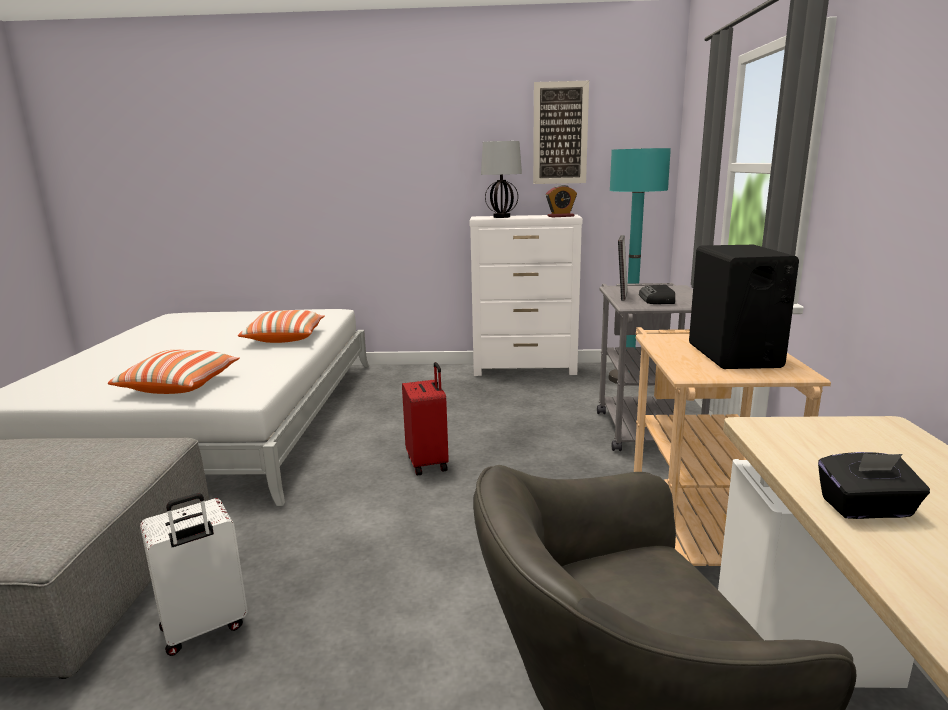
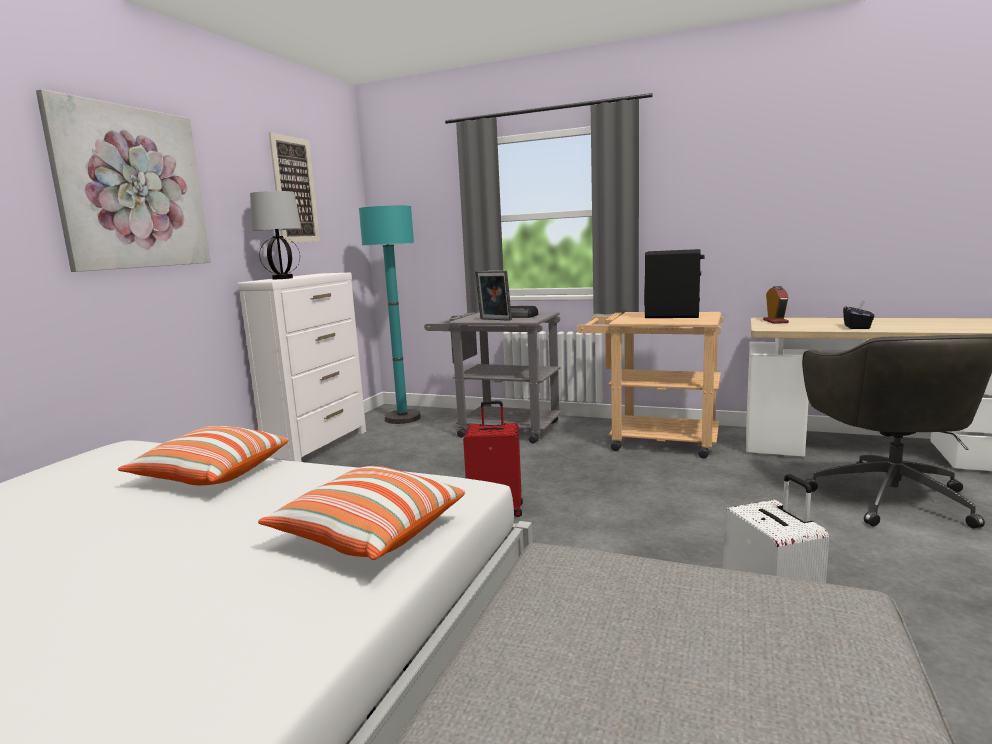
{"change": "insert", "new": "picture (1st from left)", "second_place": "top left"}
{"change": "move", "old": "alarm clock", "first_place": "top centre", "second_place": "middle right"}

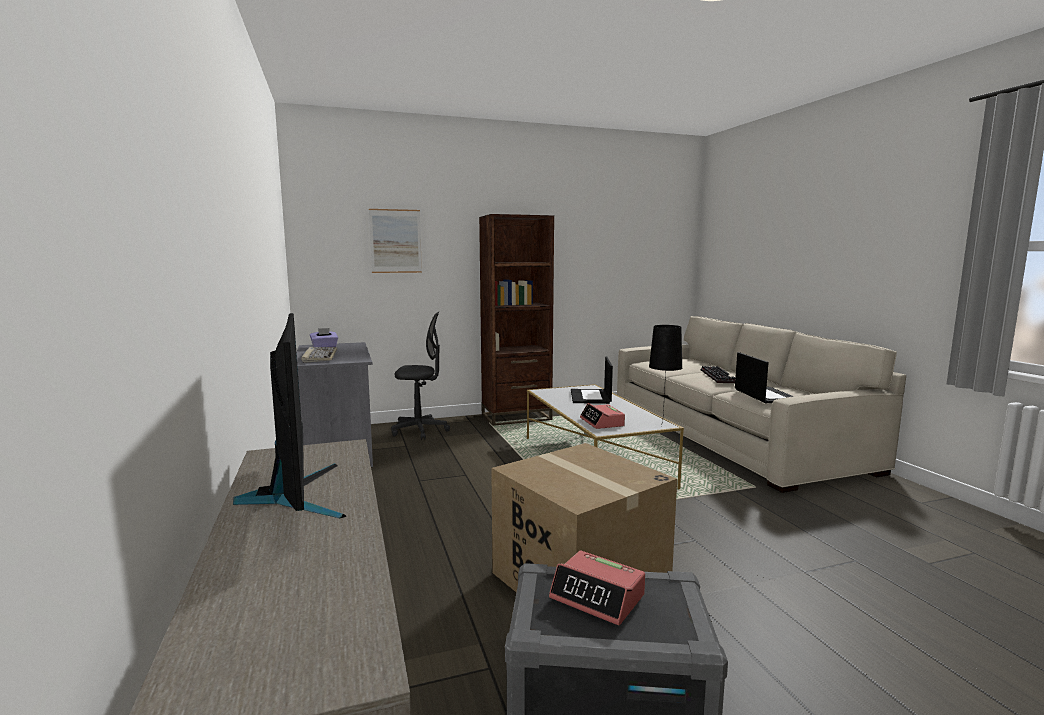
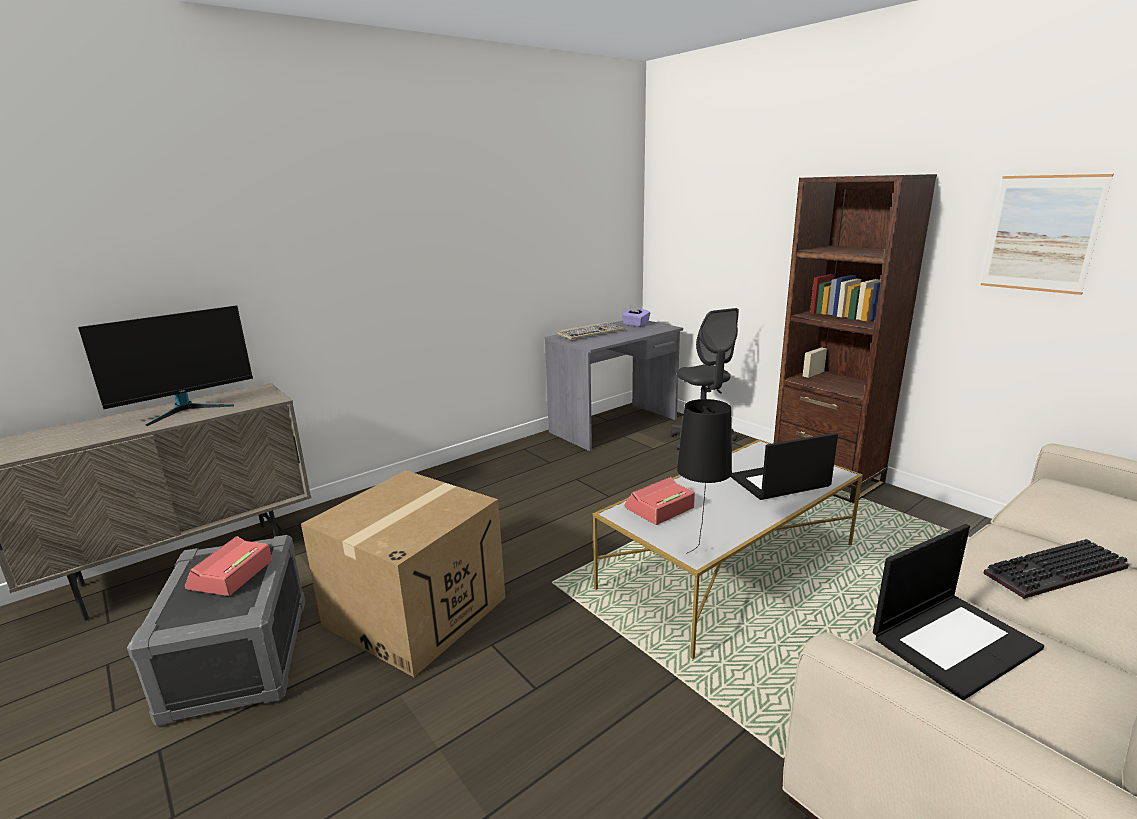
{"change": "move", "old": "picture", "first_place": "centre", "second_place": "top right"}

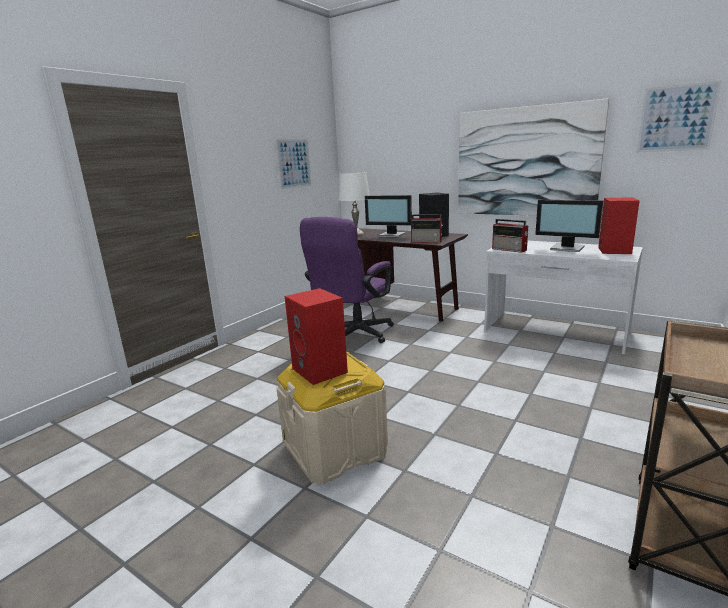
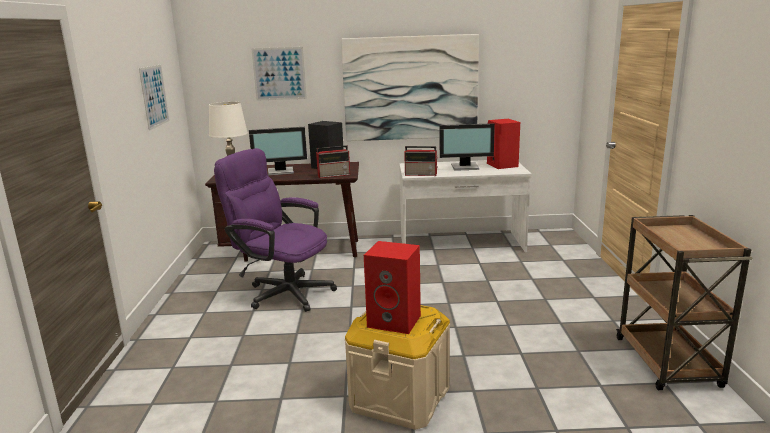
{"change": "move", "old": "picture (3rd from left in the first image)", "new": "picture (2nd from left)", "first_place": "top right", "second_place": "top centre"}
{"change": "rotate", "old": "office chair in purple", "first_place": "centre", "second_place": "centre", "degrees": 120}

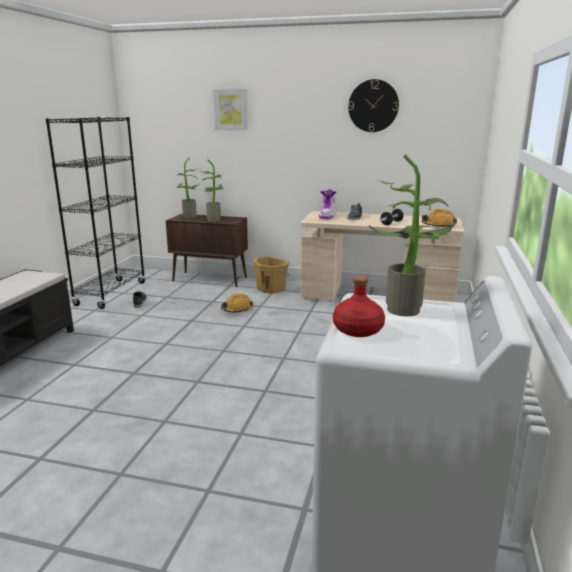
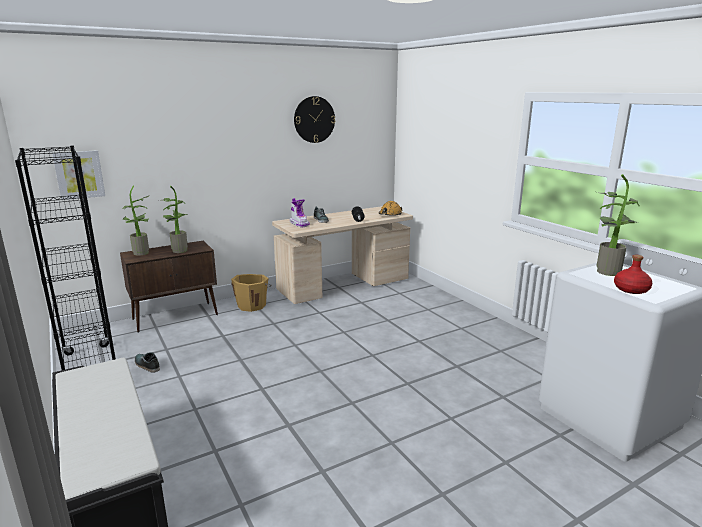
{"change": "delete", "old": "hard hat in orange (1st from left)", "first_place": "centre"}
{"change": "move", "old": "picture", "first_place": "top centre", "second_place": "top left"}

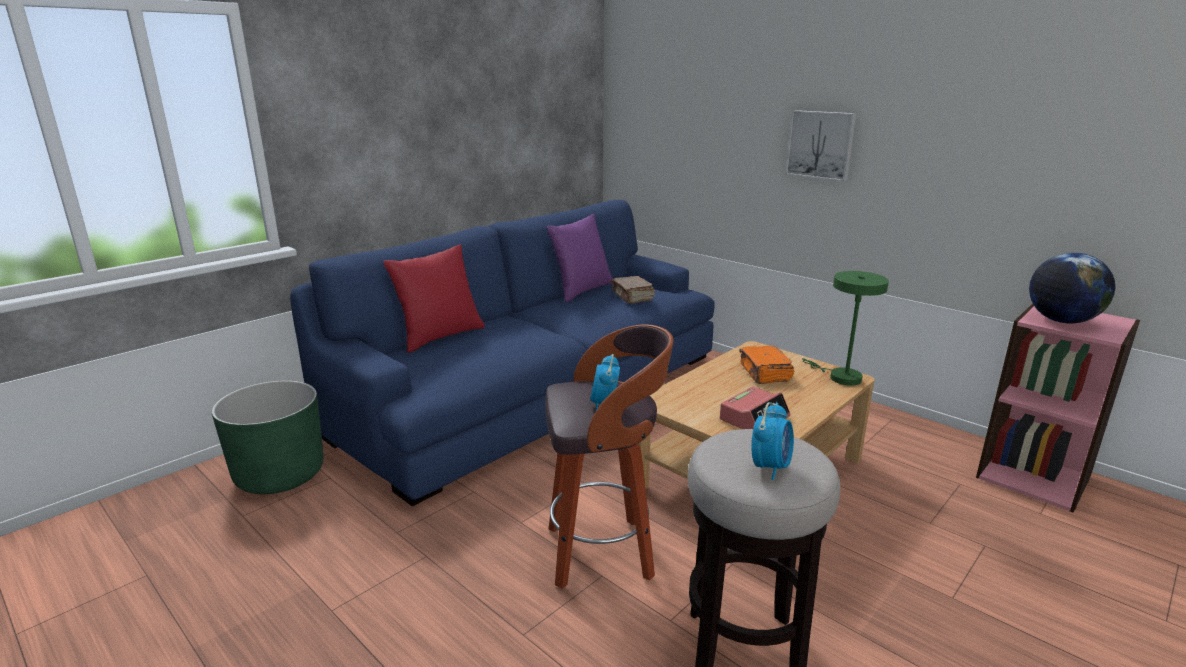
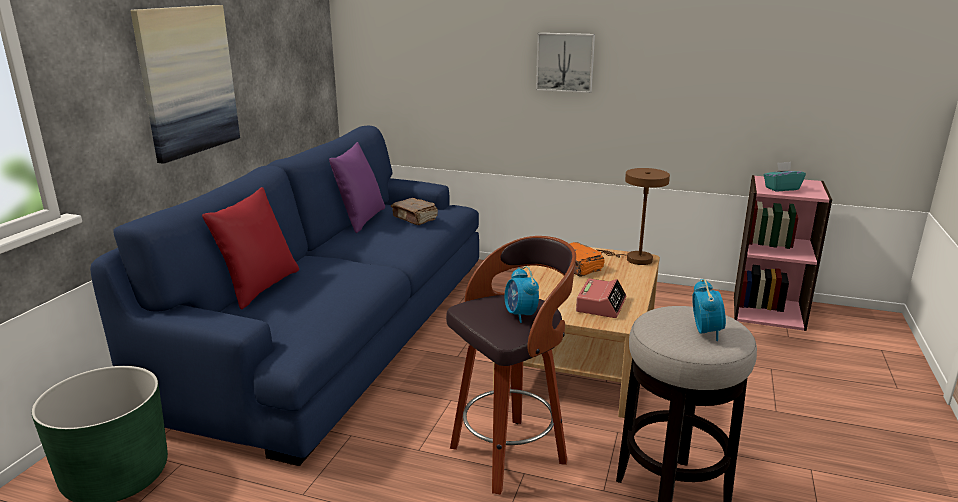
{"change": "insert", "new": "picture (1st from left)", "second_place": "top left"}
{"change": "replace", "old": "globe", "new": "tissue box in turquoise", "first_place": "middle right", "second_place": "middle right"}
{"change": "recolor", "old": "table lamp in green", "new": "table lamp in brown", "first_place": "middle right", "second_place": "centre"}

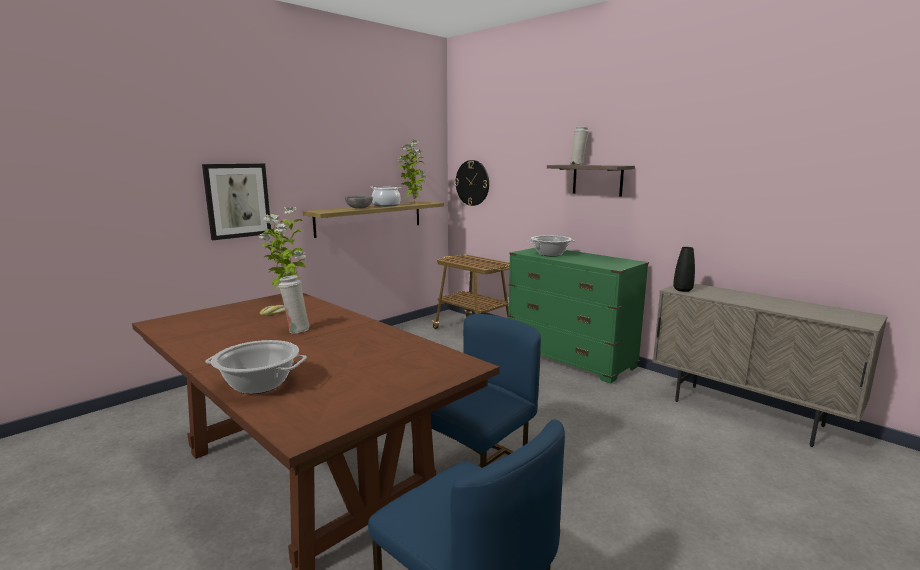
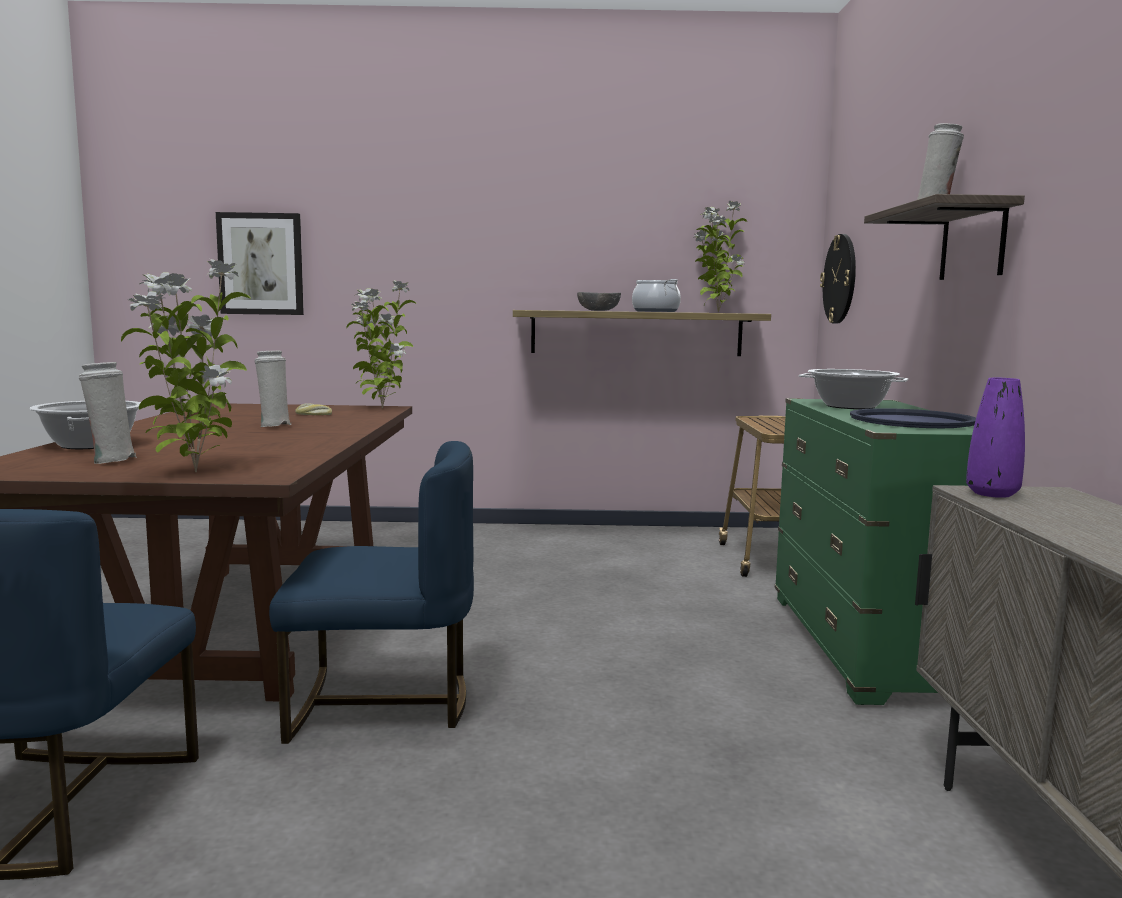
{"change": "insert", "new": "vase in white (1st from left)", "second_place": "middle left"}
{"change": "insert", "new": "potted plant (1st from left)", "second_place": "middle left"}
{"change": "insert", "new": "tray in blue", "second_place": "middle right"}
{"change": "move", "old": "picture", "first_place": "middle left", "second_place": "top left"}
{"change": "recolor", "old": "vase in black", "new": "vase in purple", "first_place": "middle right", "second_place": "middle right"}

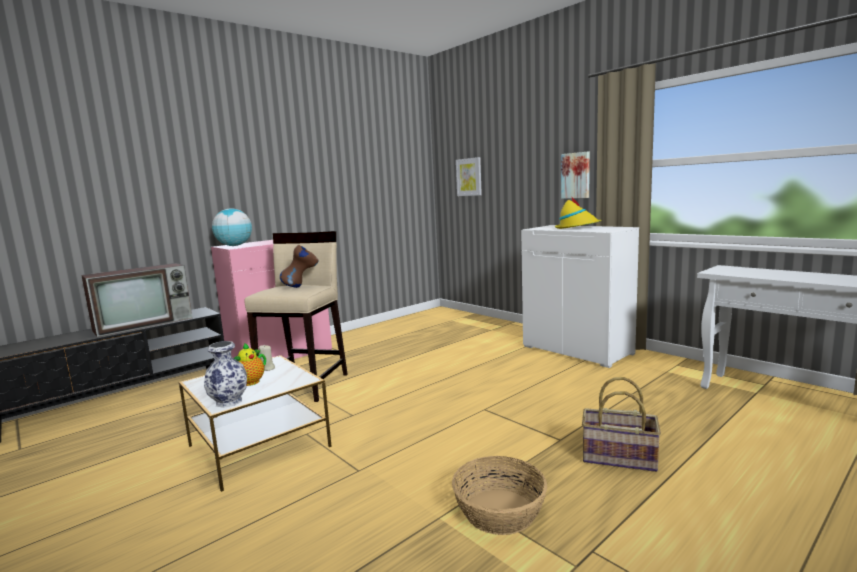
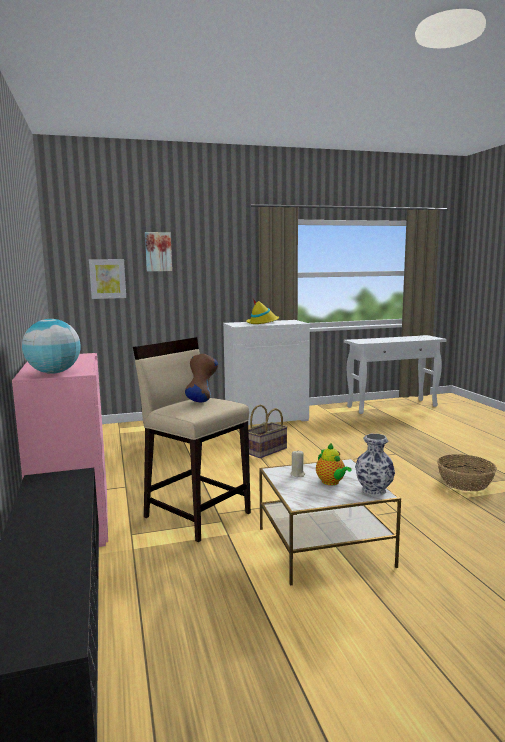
{"change": "delete", "old": "television", "first_place": "middle left"}
{"change": "move", "old": "picture (2nd from left)", "first_place": "top right", "second_place": "middle left"}
{"change": "move", "old": "basket (2nd from left in the first image)", "new": "basket (1st from left)", "first_place": "bottom right", "second_place": "centre"}

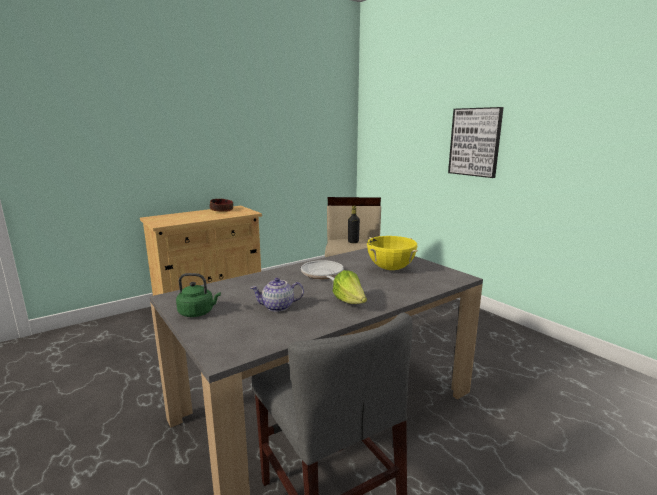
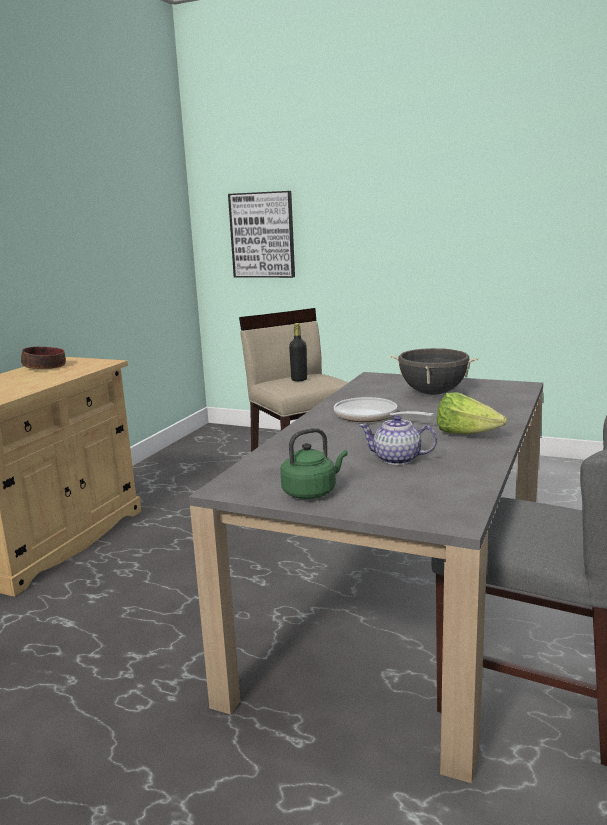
{"change": "move", "old": "picture", "first_place": "top right", "second_place": "top centre"}
{"change": "recolor", "old": "cooking pot in yellow", "new": "cooking pot in black", "first_place": "centre", "second_place": "middle right"}
{"change": "rotate", "old": "teapot", "first_place": "centre", "second_place": "centre", "degrees": 60}

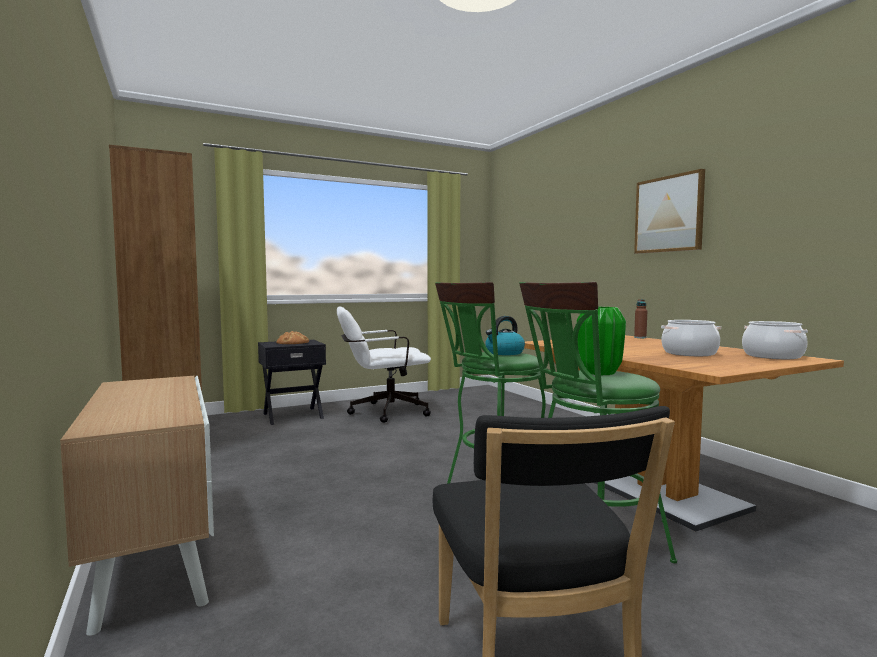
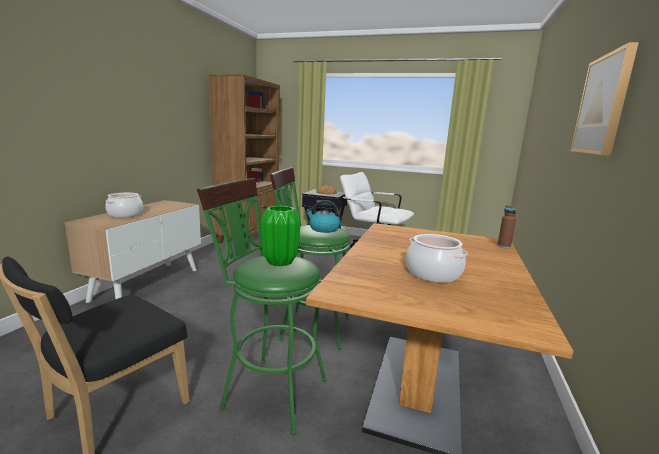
{"change": "move", "old": "cooking pot (2nd from left in the first image)", "new": "cooking pot (1st from left)", "first_place": "middle right", "second_place": "middle left"}

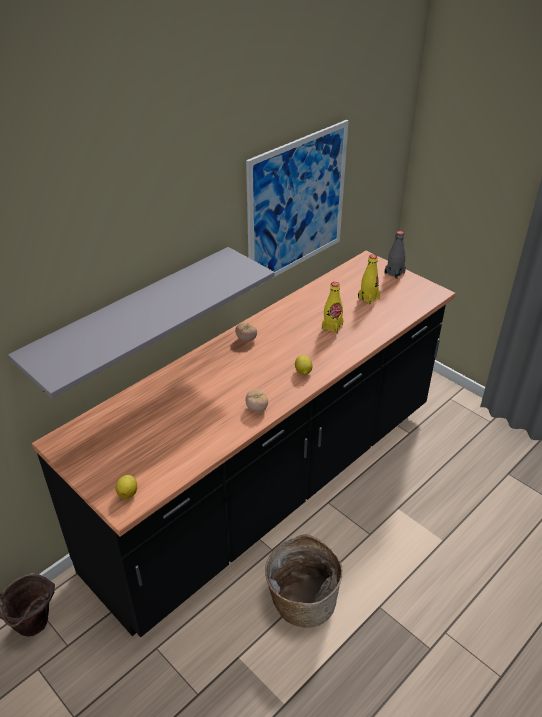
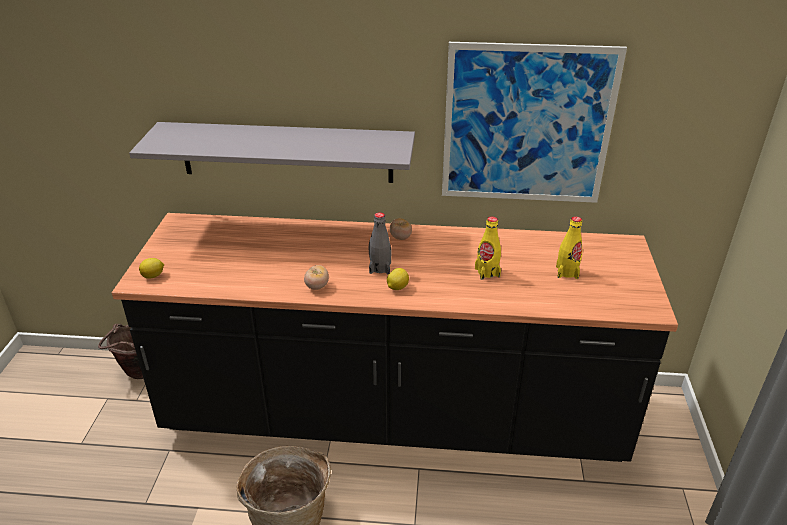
{"change": "move", "old": "bottle in grey", "first_place": "middle right", "second_place": "centre"}

